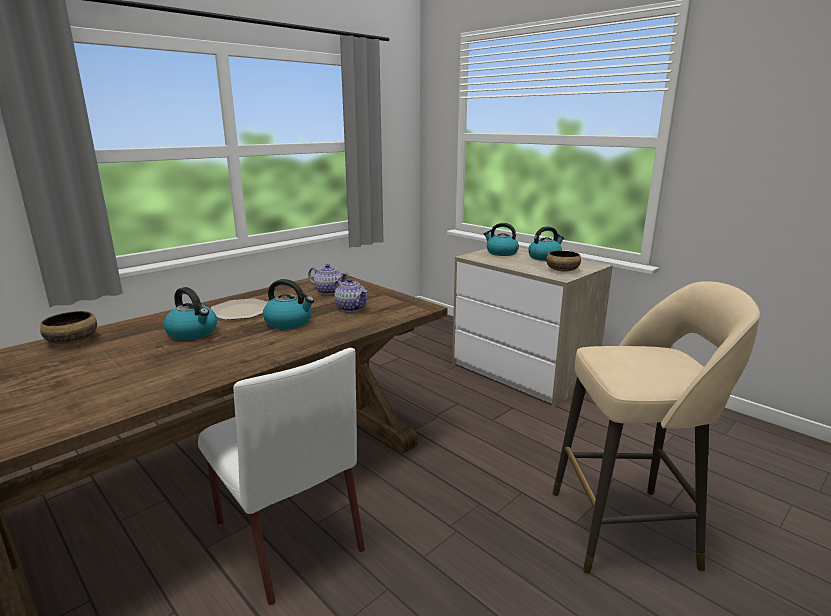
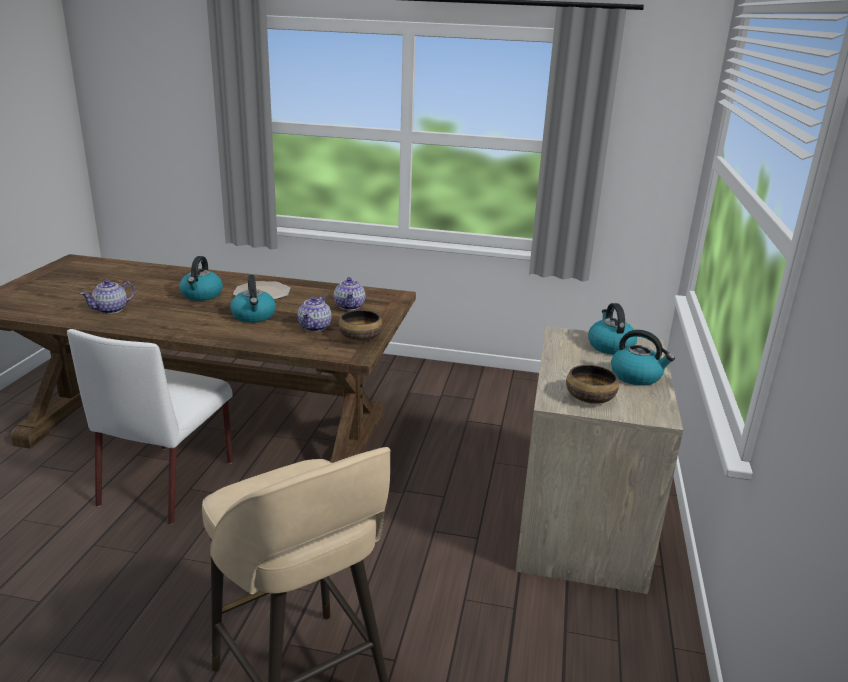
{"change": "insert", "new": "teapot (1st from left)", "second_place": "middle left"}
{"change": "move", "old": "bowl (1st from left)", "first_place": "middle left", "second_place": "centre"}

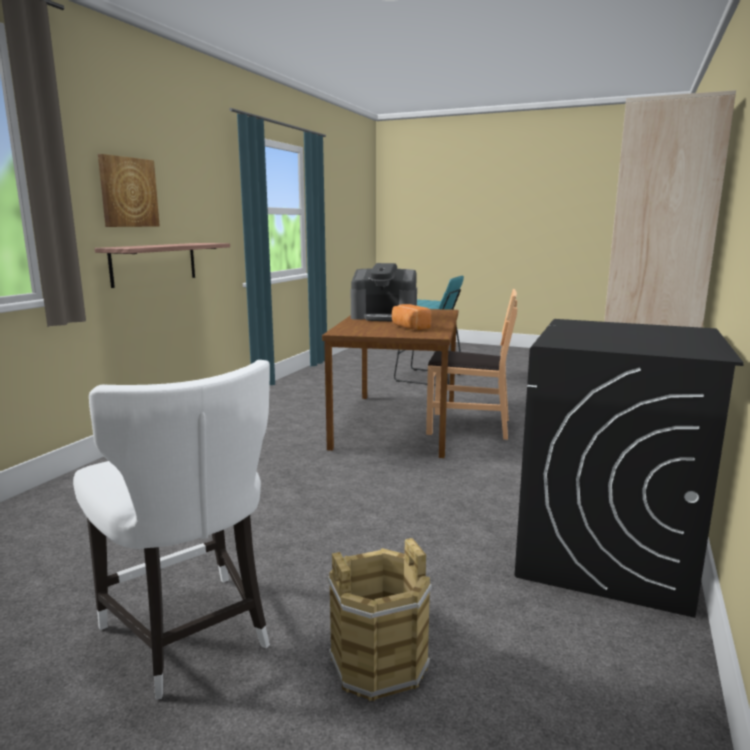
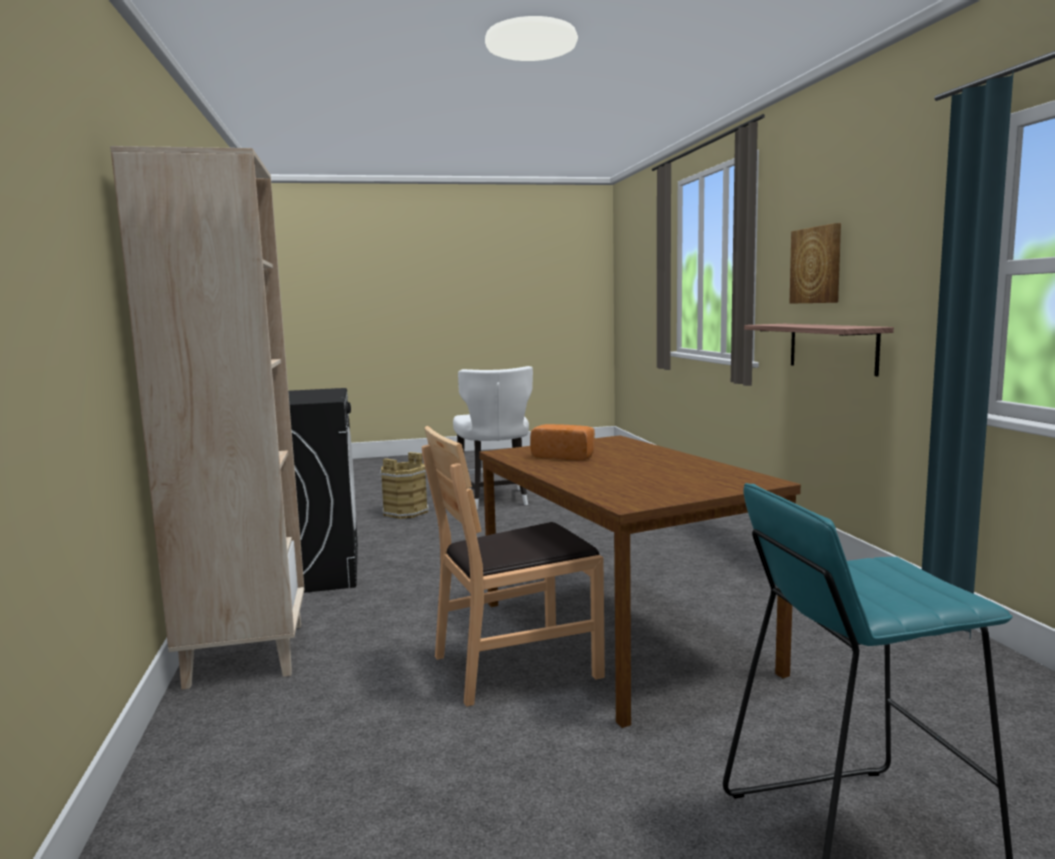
{"change": "delete", "old": "coffee machine", "first_place": "centre"}
{"change": "rotate", "old": "chair in white", "first_place": "bottom left", "second_place": "centre", "degrees": -120}

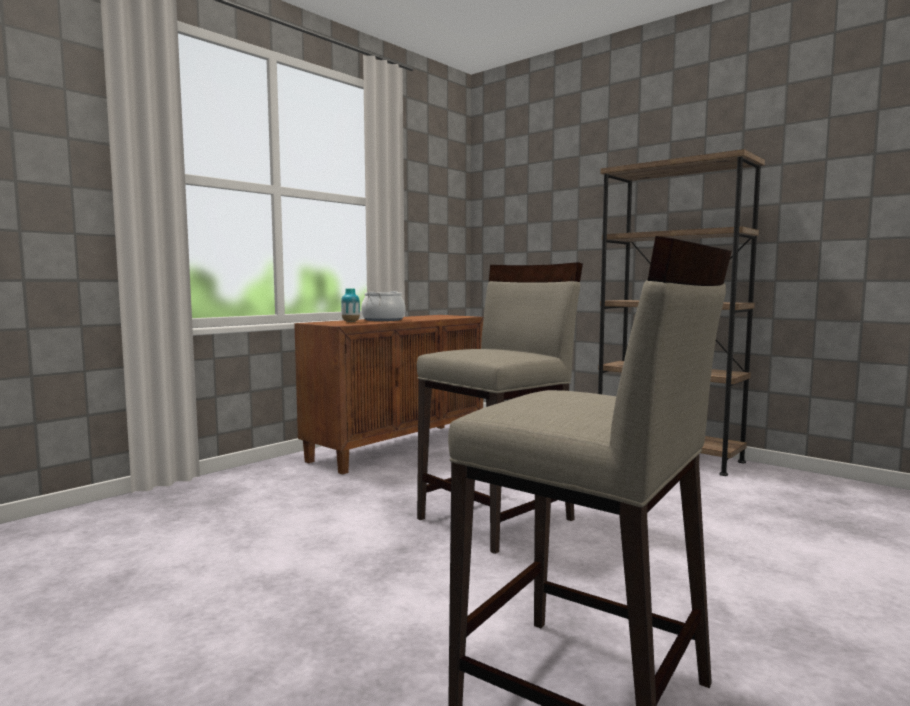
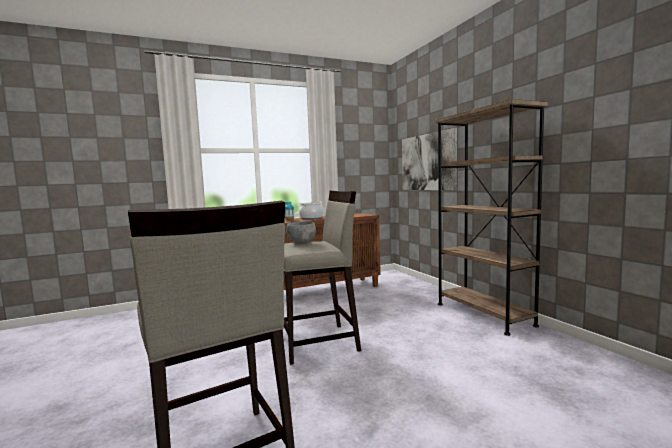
{"change": "insert", "new": "bowl in grey", "second_place": "centre"}
{"change": "insert", "new": "picture", "second_place": "centre"}

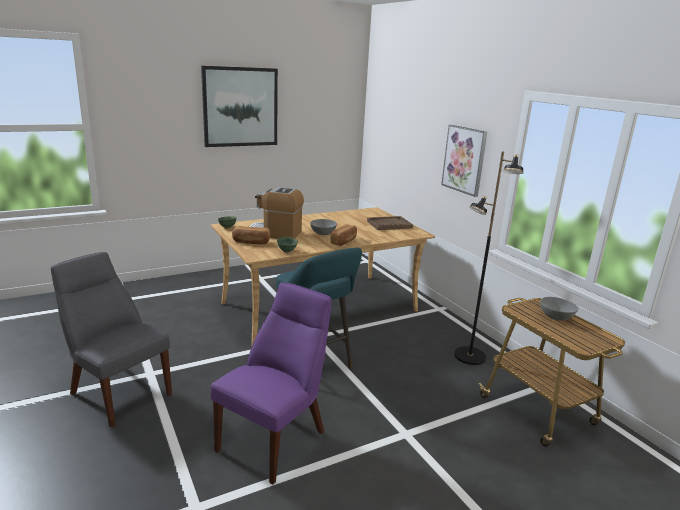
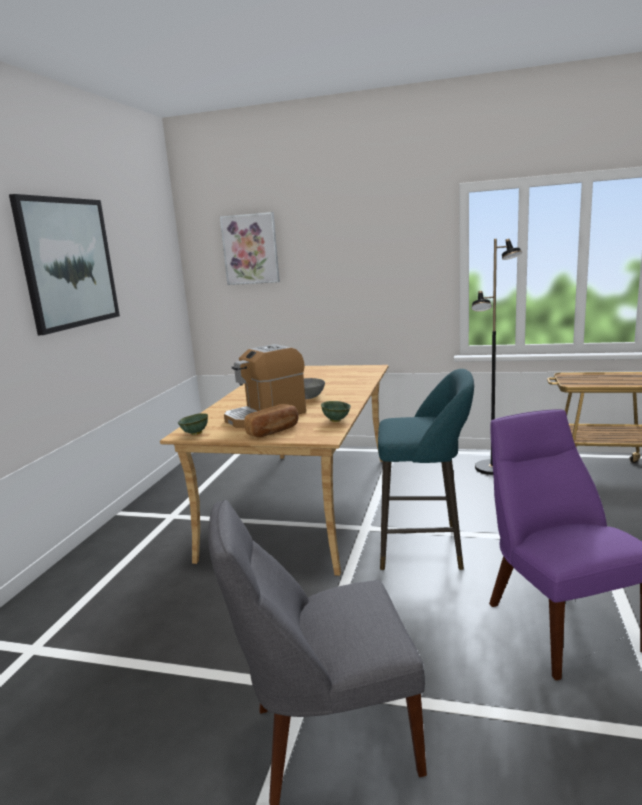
{"change": "delete", "old": "bread (2nd from left)", "first_place": "centre"}
{"change": "delete", "old": "tray in brown", "first_place": "centre"}
{"change": "delete", "old": "bowl in grey (2nd from left)", "first_place": "middle right"}
{"change": "move", "old": "picture (2nd from left)", "first_place": "top right", "second_place": "top centre"}

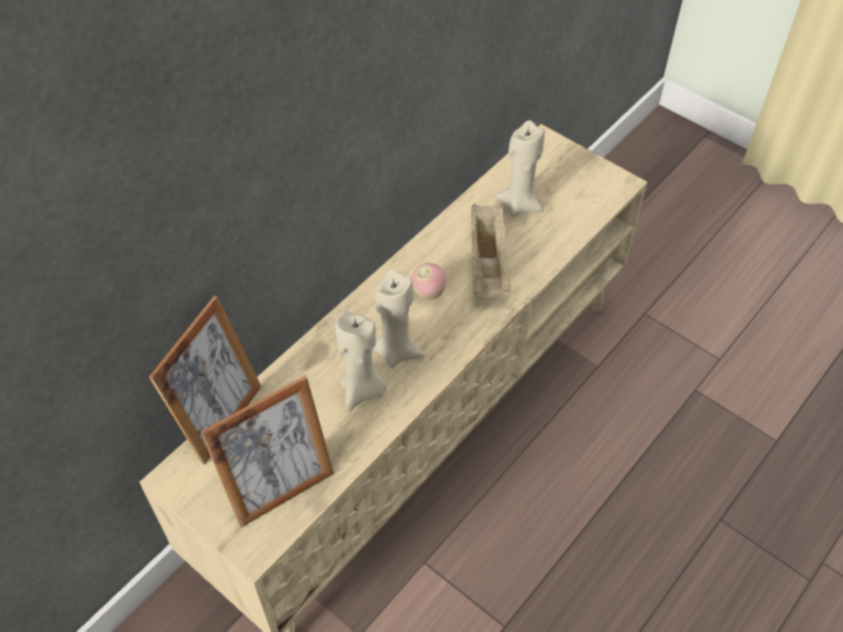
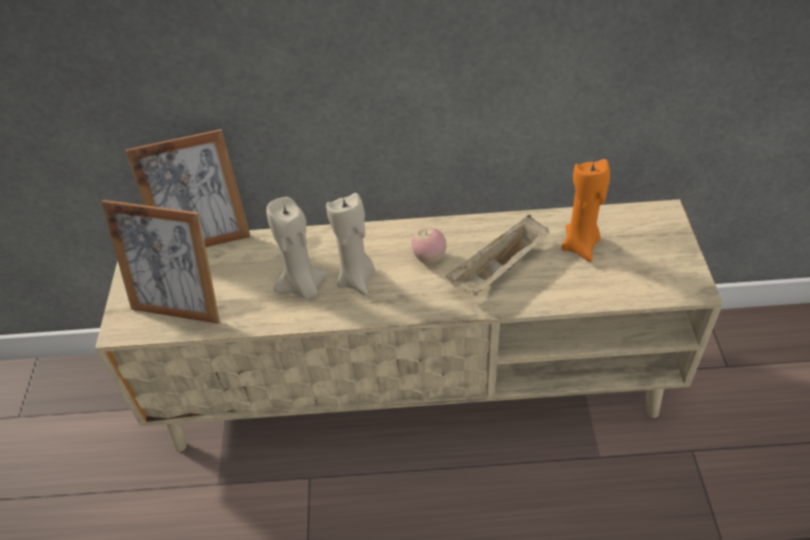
{"change": "recolor", "old": "candle in beige (3rd from left)", "new": "candle in orange", "first_place": "top centre", "second_place": "middle right"}

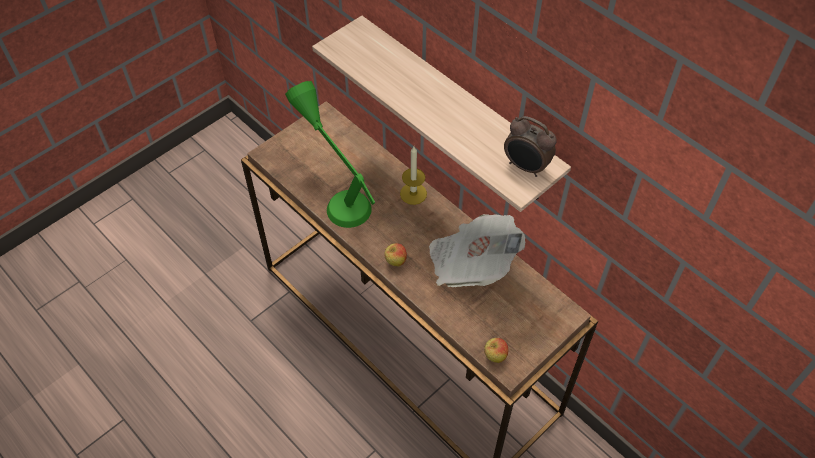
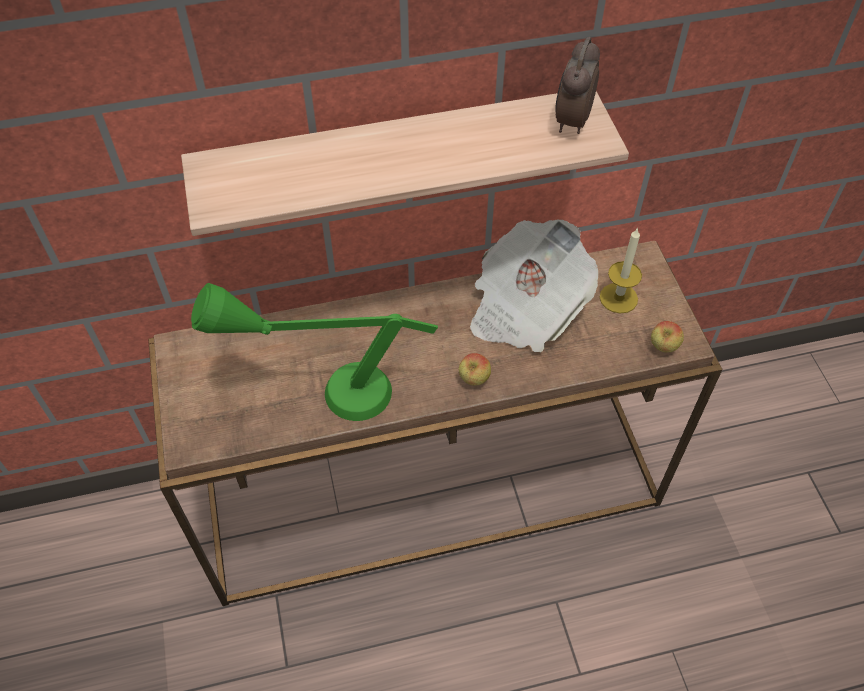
{"change": "move", "old": "candle", "first_place": "centre", "second_place": "middle right"}
{"change": "rotate", "old": "alarm clock", "first_place": "top centre", "second_place": "top right", "degrees": 135}

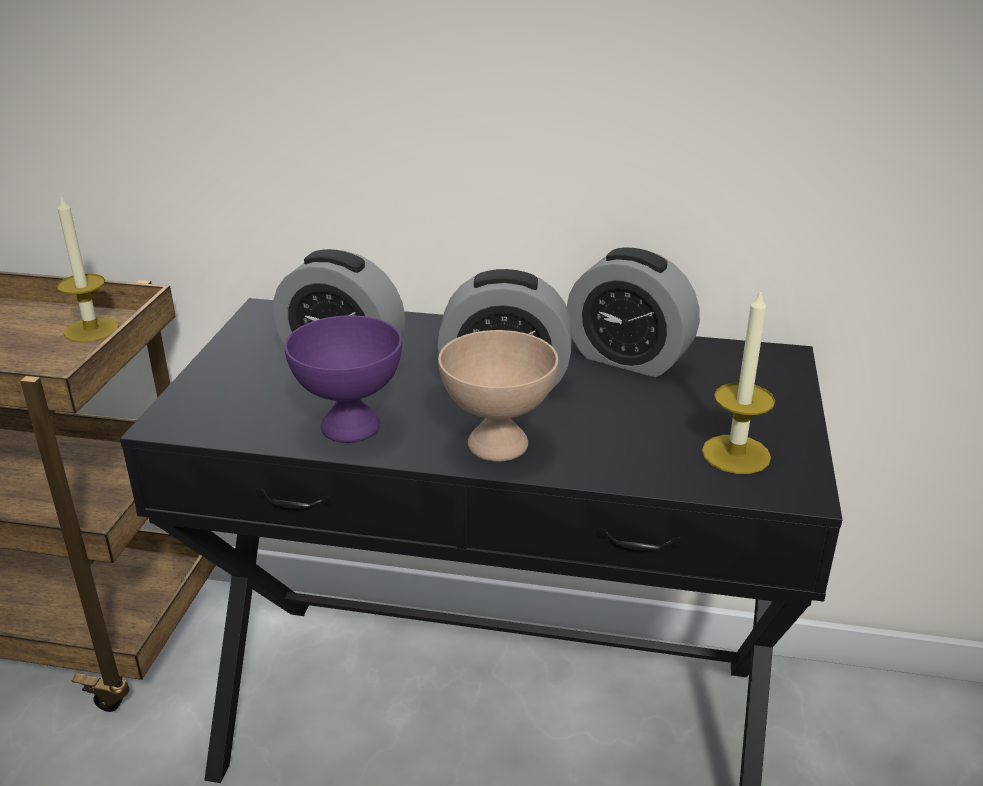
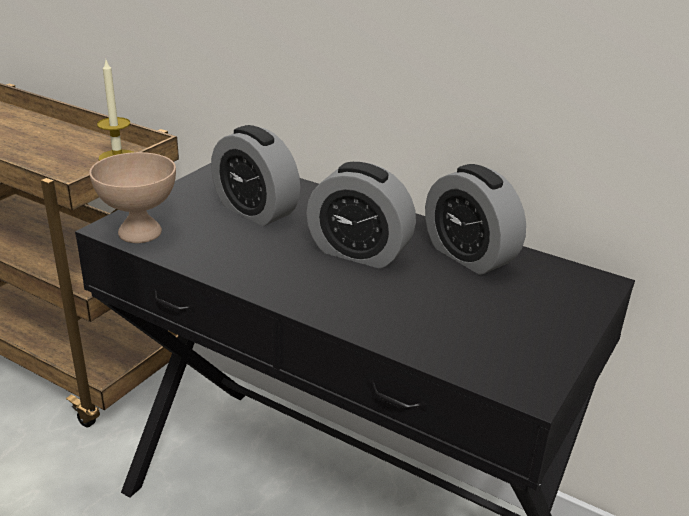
{"change": "delete", "old": "bowl in purple", "first_place": "centre"}
{"change": "delete", "old": "candle (2nd from left)", "first_place": "middle right"}
{"change": "move", "old": "bowl in beige", "first_place": "centre", "second_place": "middle left"}

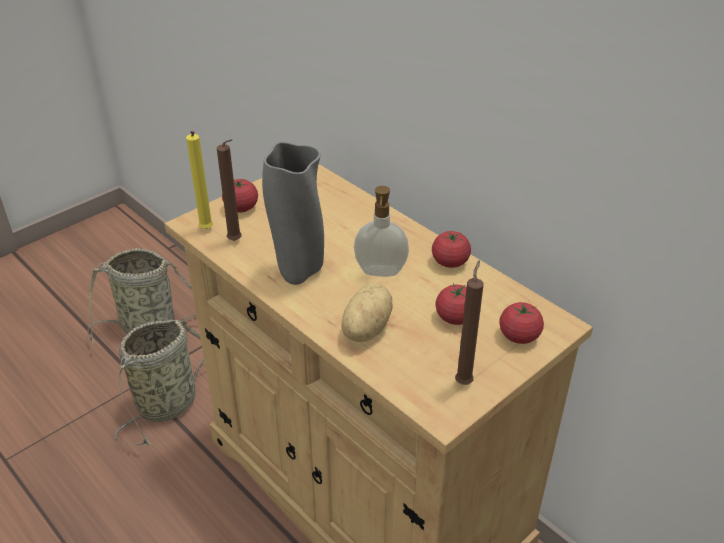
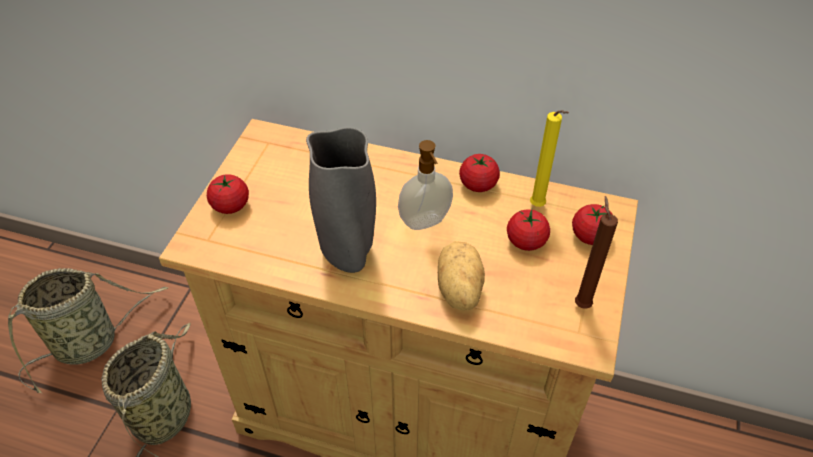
{"change": "delete", "old": "candle in brown (1st from left)", "first_place": "middle left"}
{"change": "move", "old": "candle in yellow", "first_place": "top left", "second_place": "middle right"}

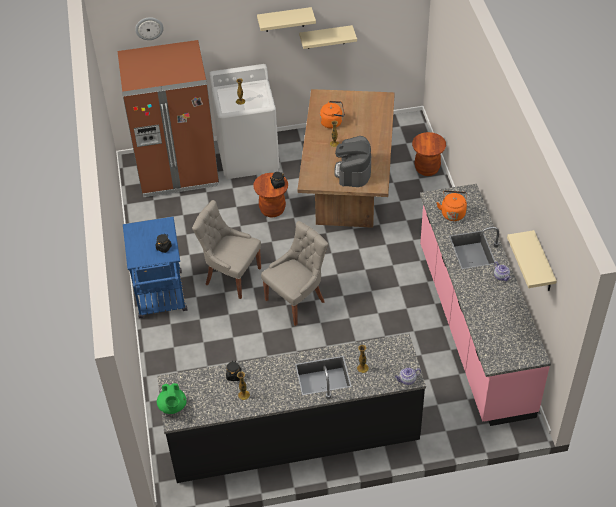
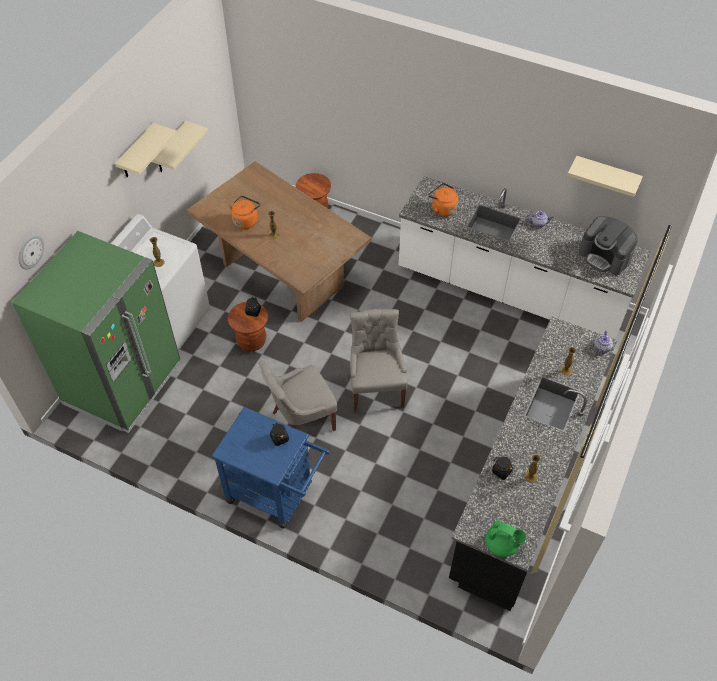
{"change": "move", "old": "coffee machine", "first_place": "top centre", "second_place": "middle right"}
{"change": "recolor", "old": "fridge in brown", "new": "fridge in green", "first_place": "top left", "second_place": "middle left"}
{"change": "recolor", "old": "counter in pink", "new": "counter in white", "first_place": "middle right", "second_place": "middle right"}

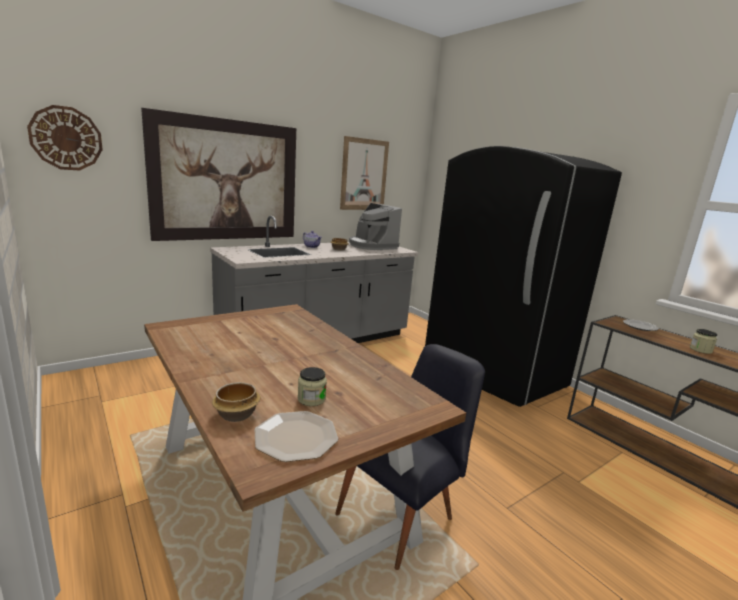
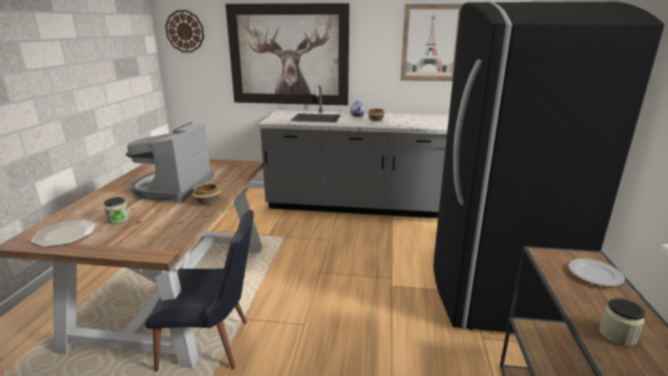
{"change": "move", "old": "bowl (1st from left)", "first_place": "bottom left", "second_place": "middle left"}
{"change": "move", "old": "coffee machine", "first_place": "centre", "second_place": "middle left"}

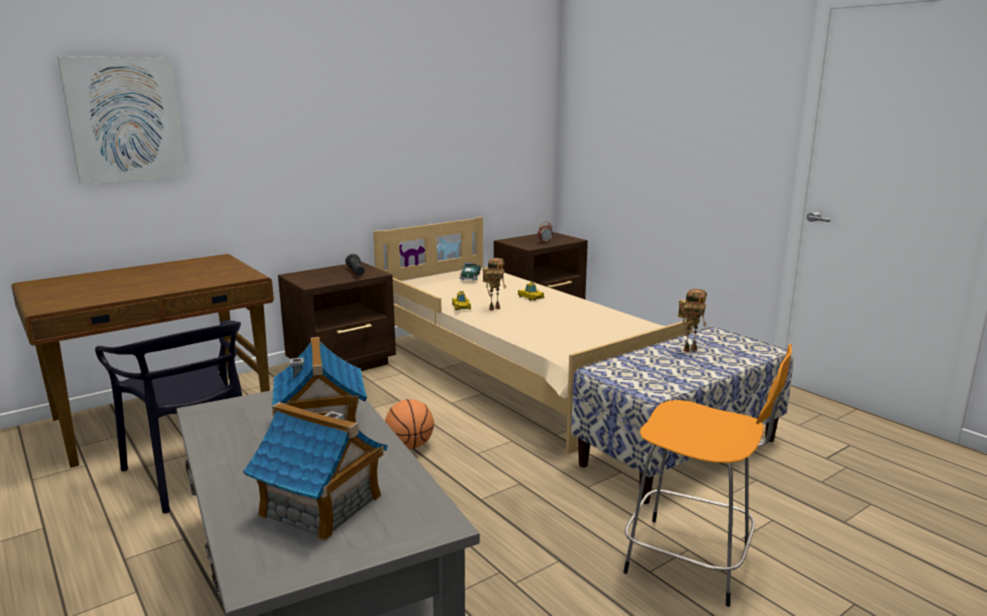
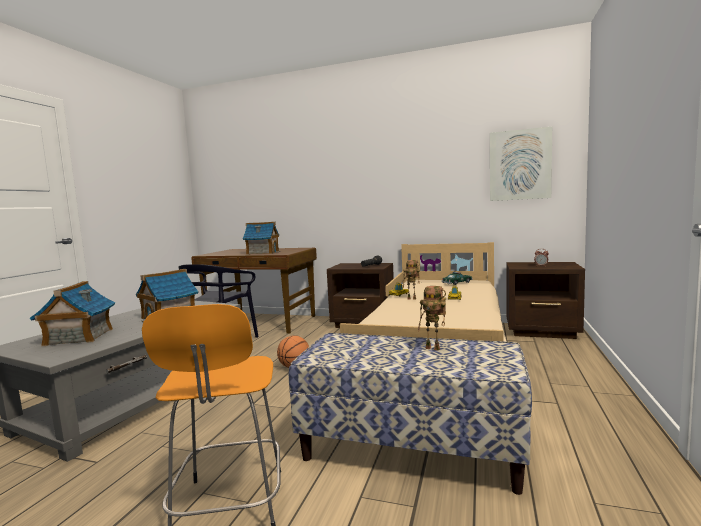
{"change": "insert", "new": "toy house (3rd from left)", "second_place": "centre"}
{"change": "move", "old": "picture", "first_place": "top left", "second_place": "top right"}

